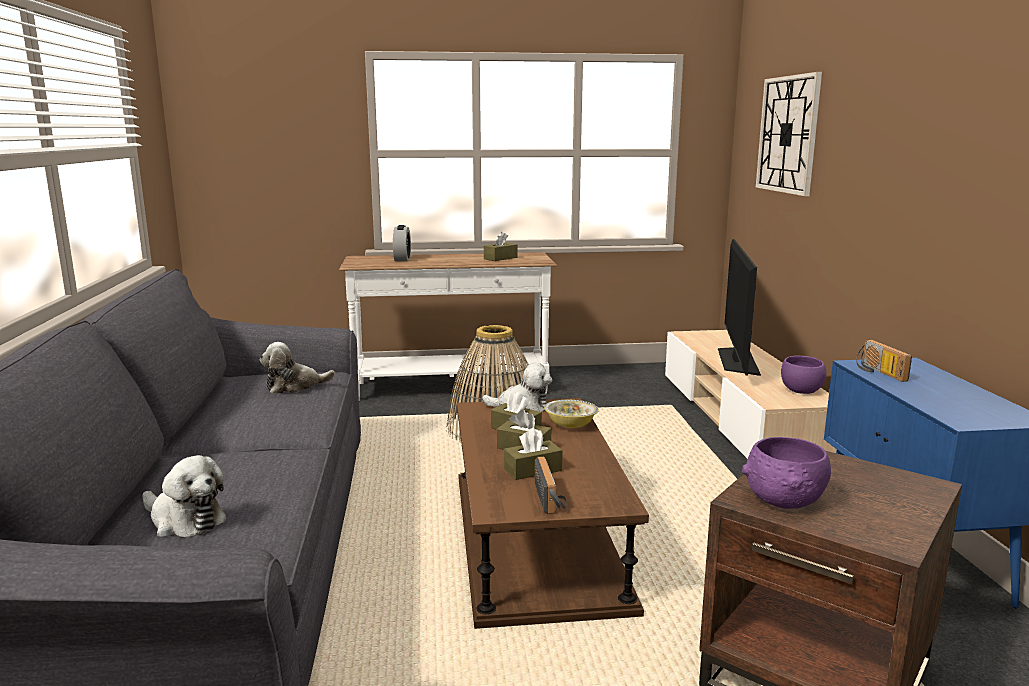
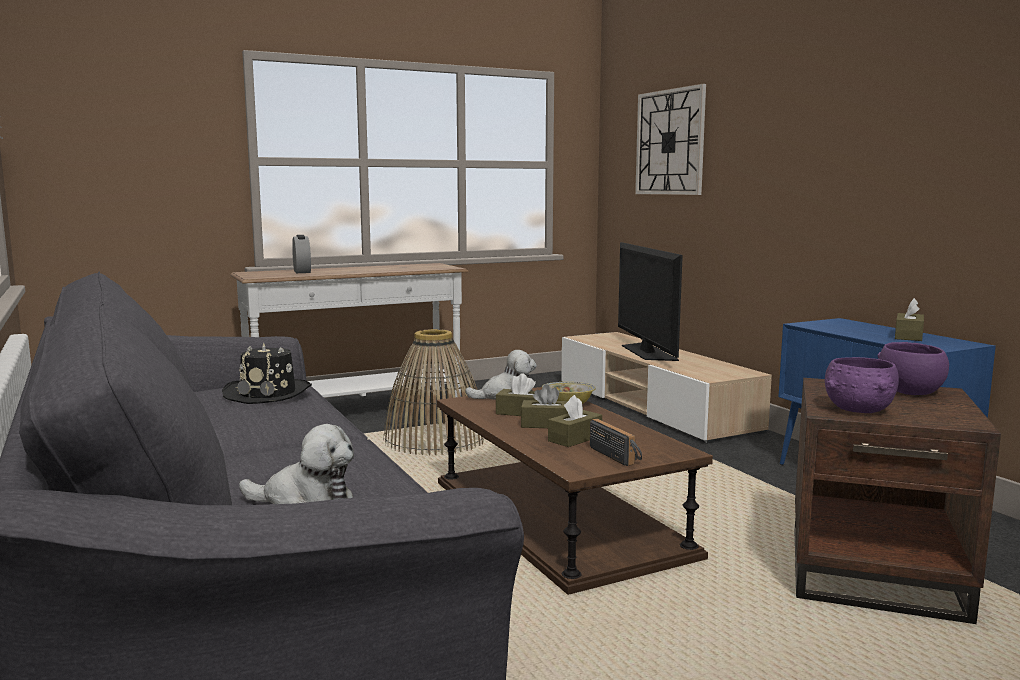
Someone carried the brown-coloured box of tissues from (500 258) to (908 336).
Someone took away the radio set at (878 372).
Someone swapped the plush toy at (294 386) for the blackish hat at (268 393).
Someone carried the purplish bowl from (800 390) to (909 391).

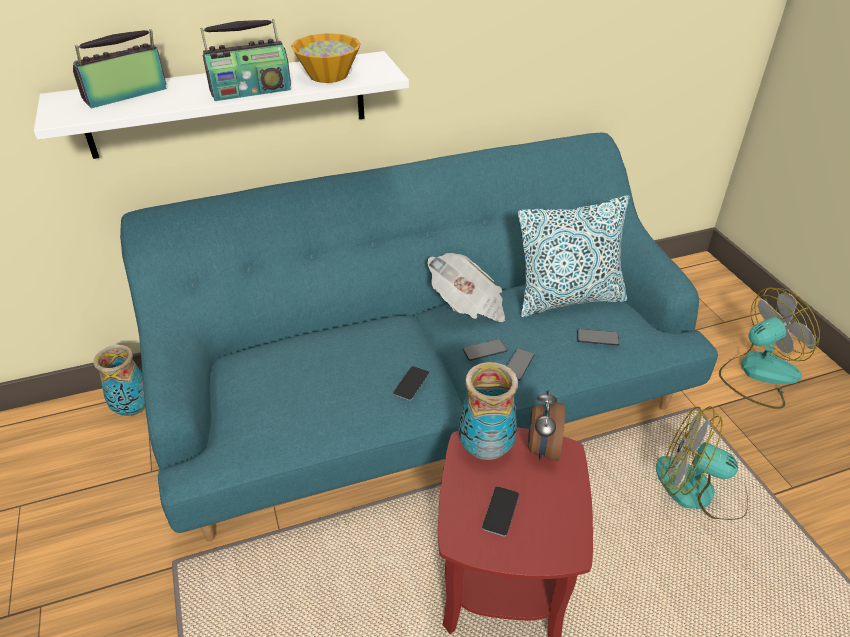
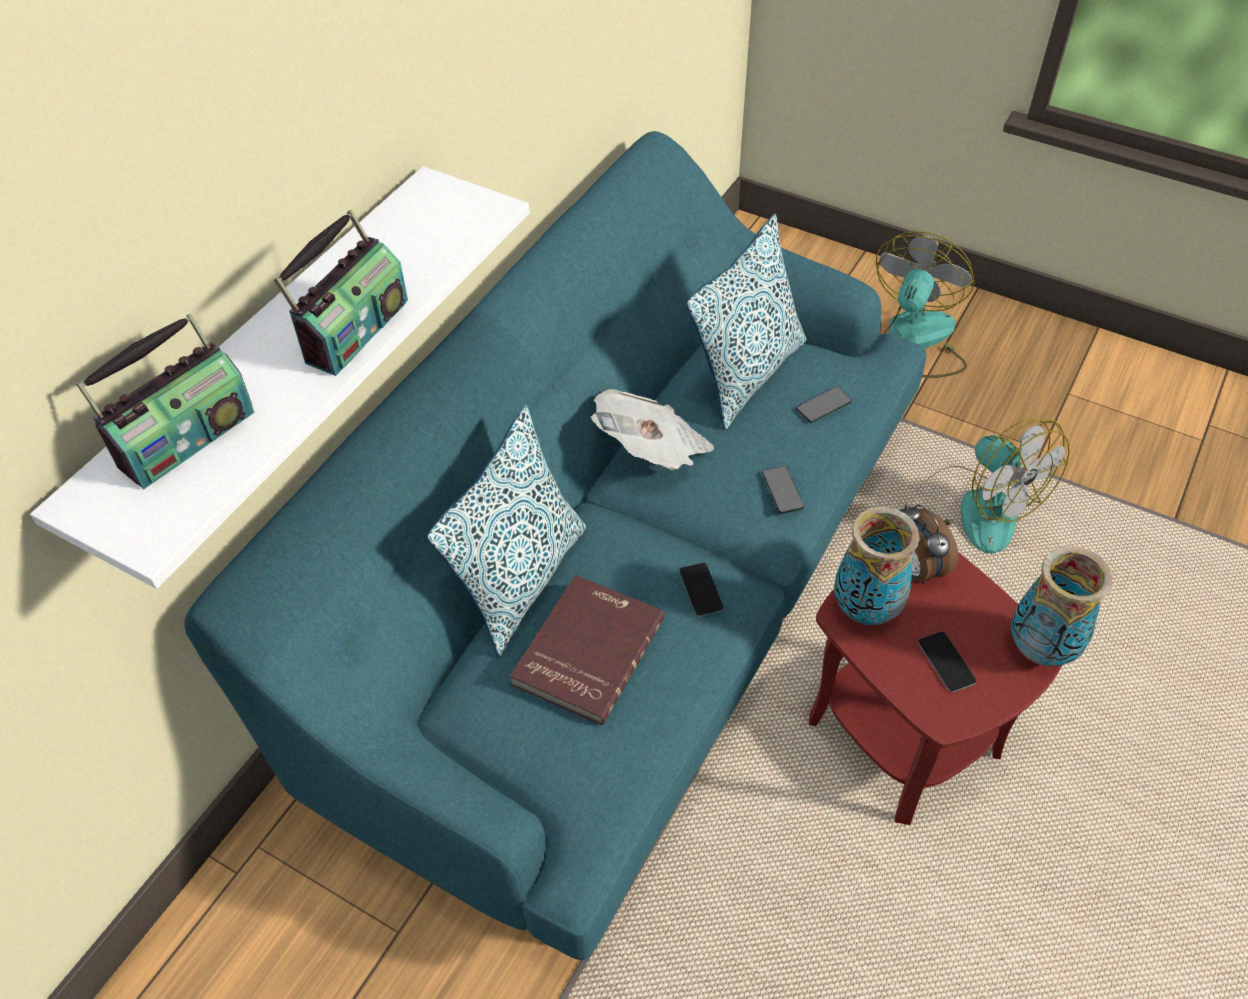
Someone rotated the radio set at (126 95) by 150 degrees counterclockwise.
Someone took away the bowl at (329 75).
Someone took away the telephone at (484 350).
Someone carried the decorative vase from (133 409) to (1041 650).
Someone rotated the fan at (699 490) by 105 degrees counterclockwise.
Someone put down the throw pillow at (521 580).
Someone put down the red volume at (586 650).

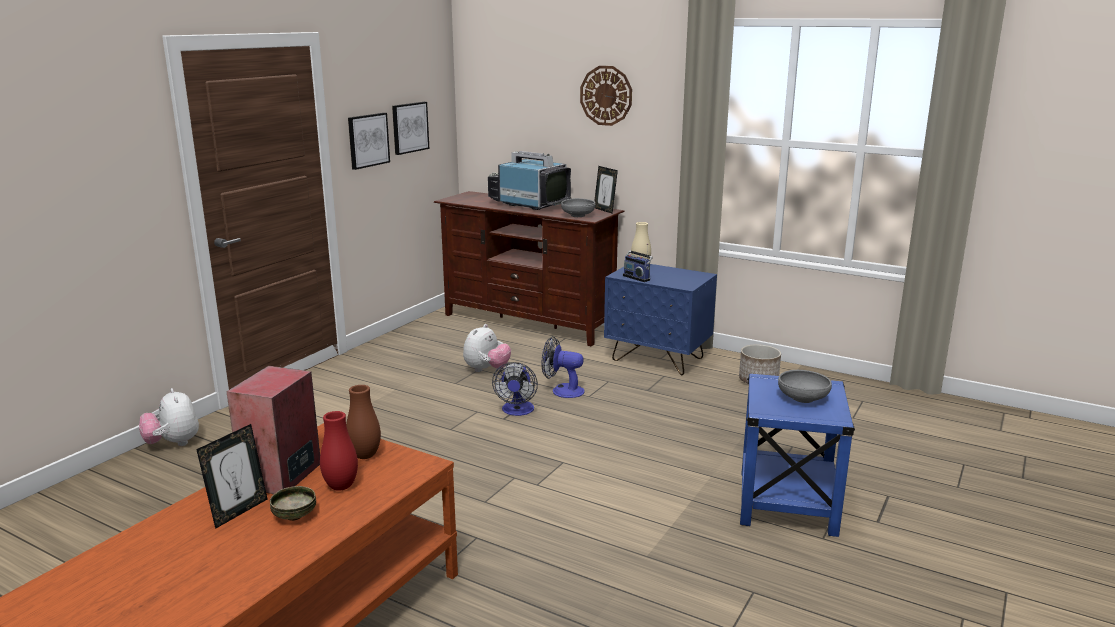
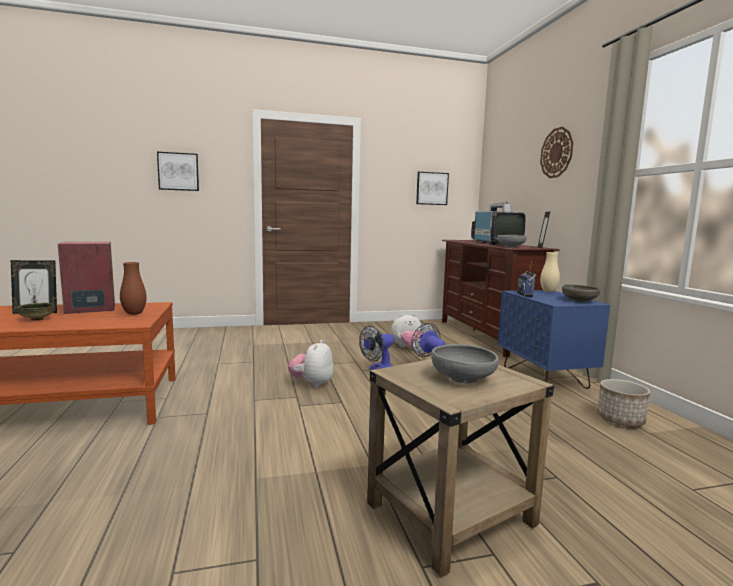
Someone carried the wall picture from (368 140) to (178 171).
Someone repainted the bluish end table at (786 502), which became the beige end table at (451 514).
Someone carried the plush toy from (173 443) to (312 384).
Someone took away the red decorative vase at (341 486).
Someone put down the greyish bowl at (579 301).

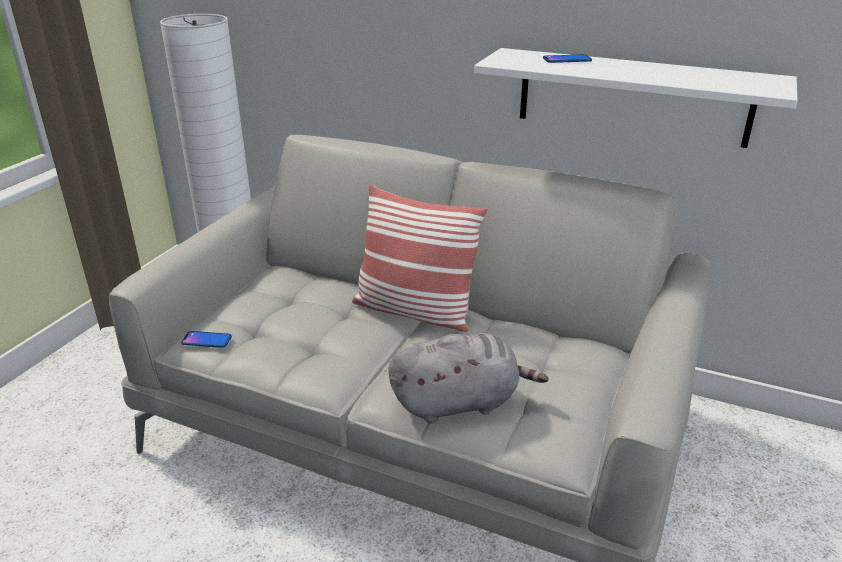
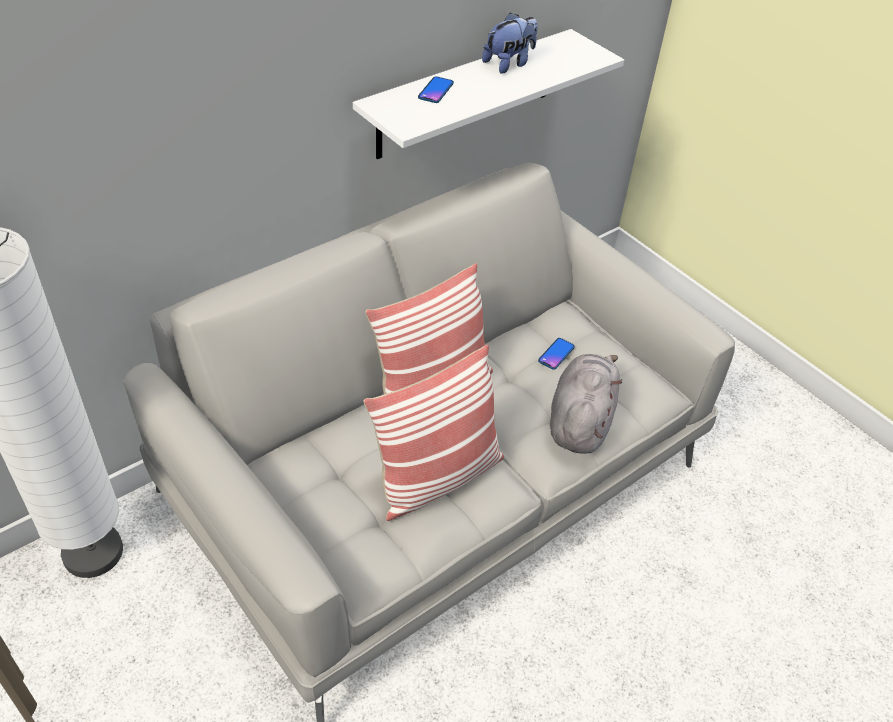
Someone carried the telephone from (206 340) to (556 354).
Someone put down the plush toy at (509 64).
Someone put down the throw pillow at (437 477).

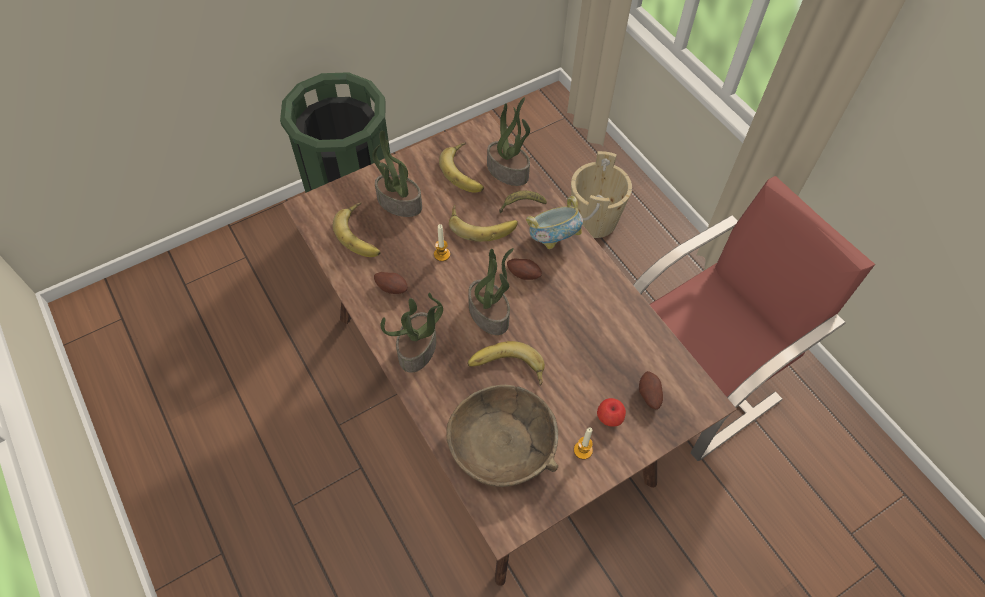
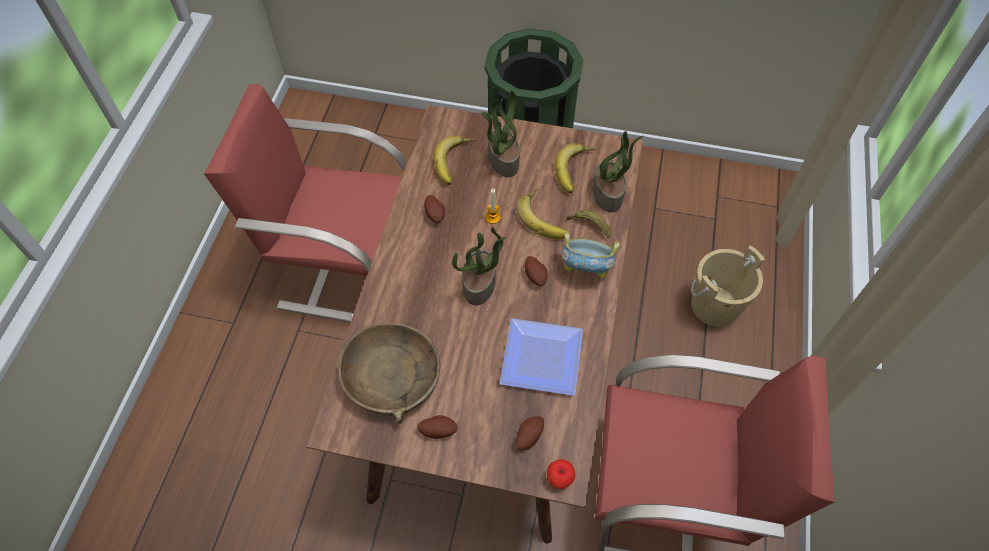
Someone took away the potted plant at (418 349).
Someone took away the banana at (506 369).
Someone carried the apple fruit from (609 418) to (559 478).
Someone swapped the wax light at (583 450) for the potato at (438 430).
Someone put down the red plain chair at (343 264).
Someone put down the dinner plate at (544 356).

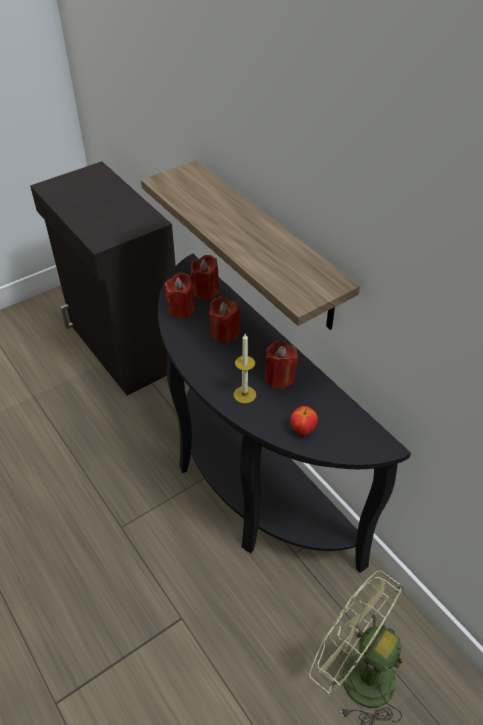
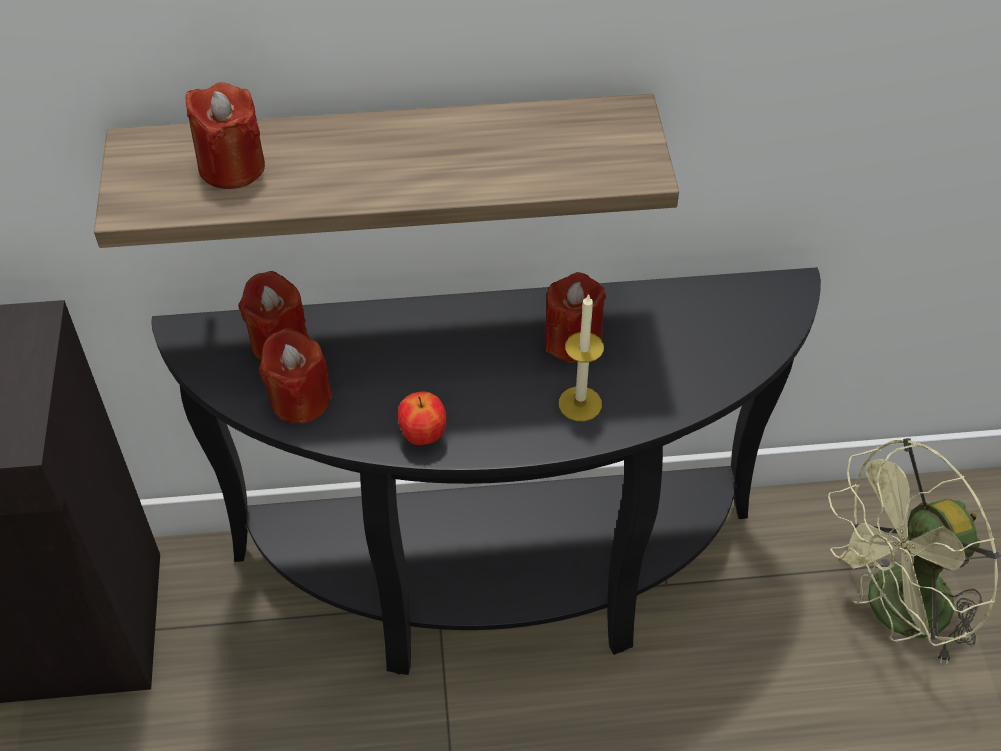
Someone carried the red wax light from (224 333) to (232 166).
Someone carried the apple fruit from (302 430) to (423 436).

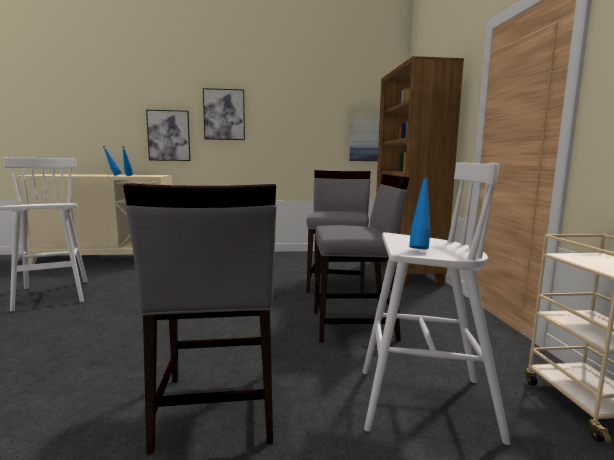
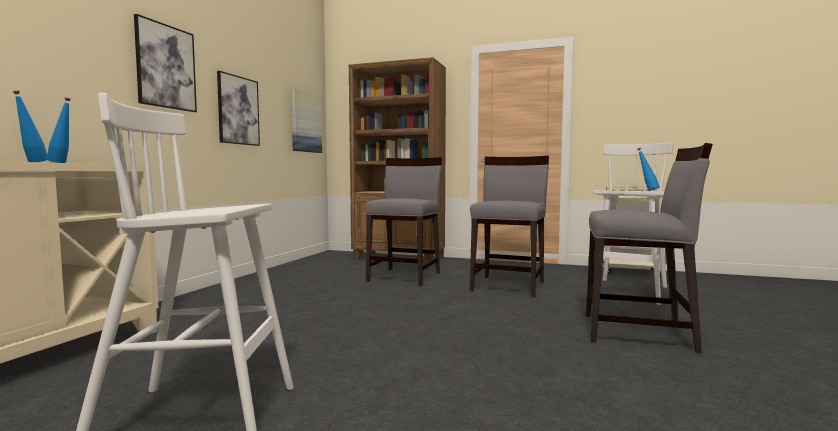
Someone carried the wall picture from (169 135) to (238 110).
Someone rotated the greyish plain chair at (337 285) by 75 degrees clockwise.

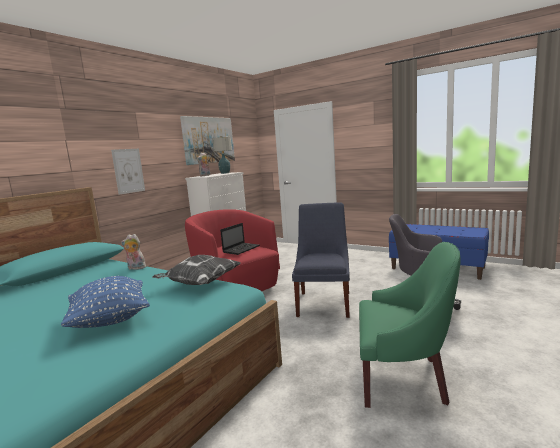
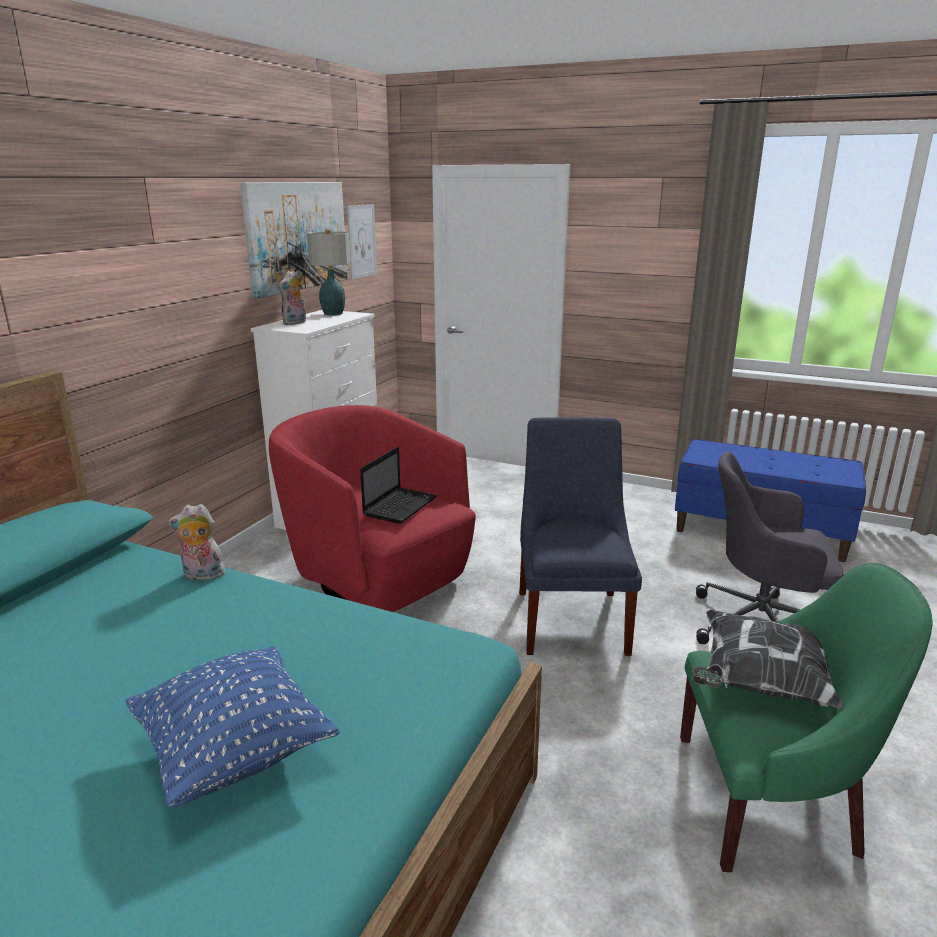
Someone carried the wall picture from (128 171) to (361 241).
Someone carried the throw pillow from (199 284) to (760 682).

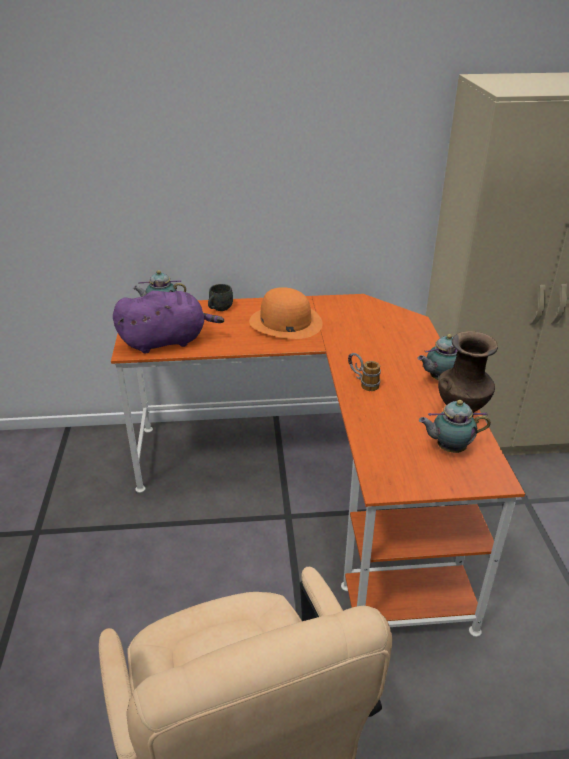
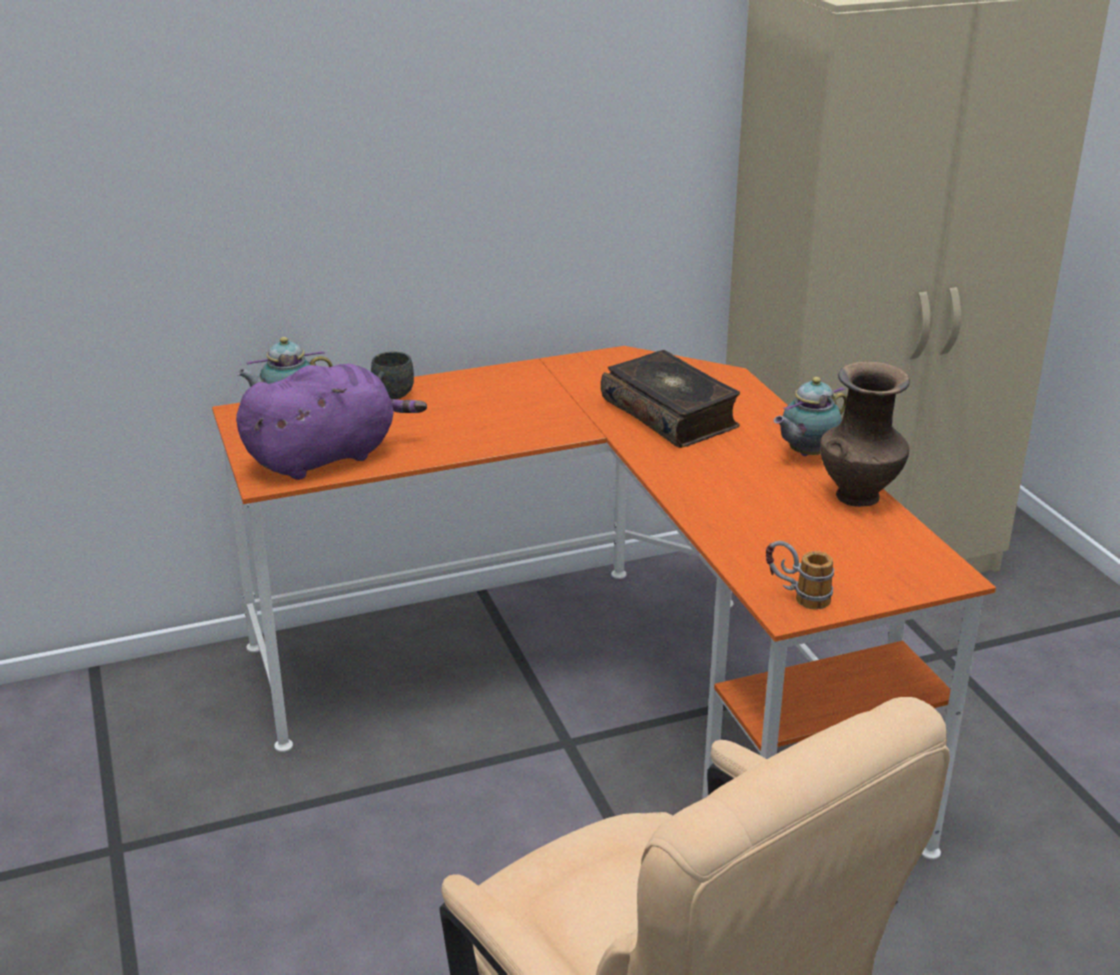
Someone took away the orange-coloured hat at (285 322).
Someone carried the tea mug from (362 383) to (796 596).
Someone took away the tea pot at (448 448).
Someone put down the volume at (671 414).

